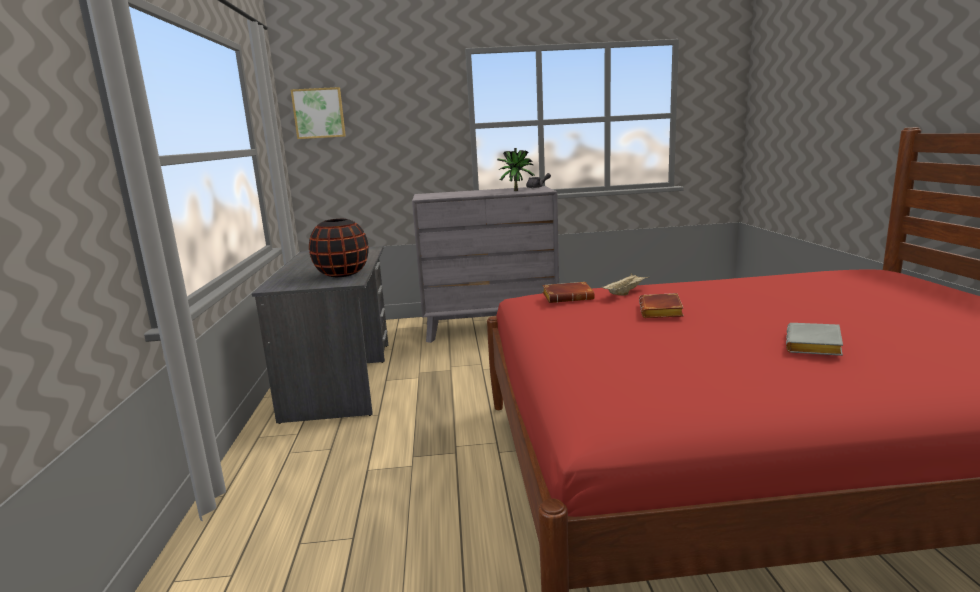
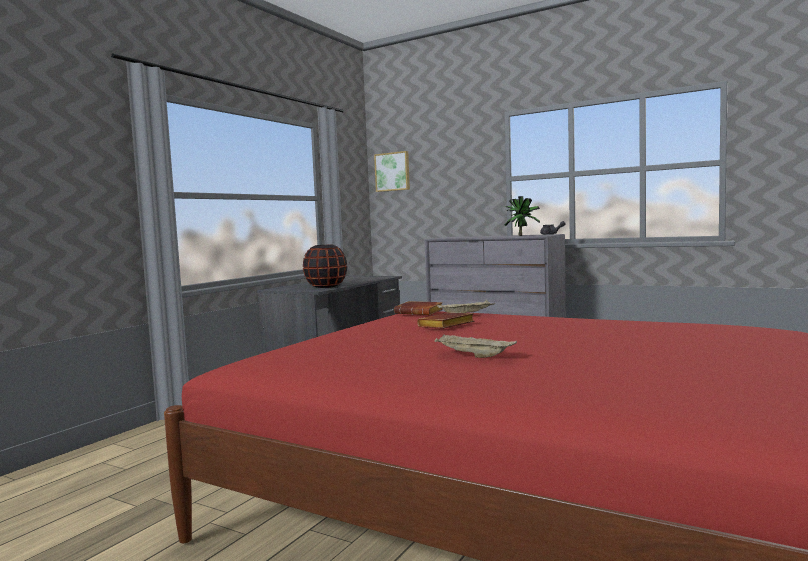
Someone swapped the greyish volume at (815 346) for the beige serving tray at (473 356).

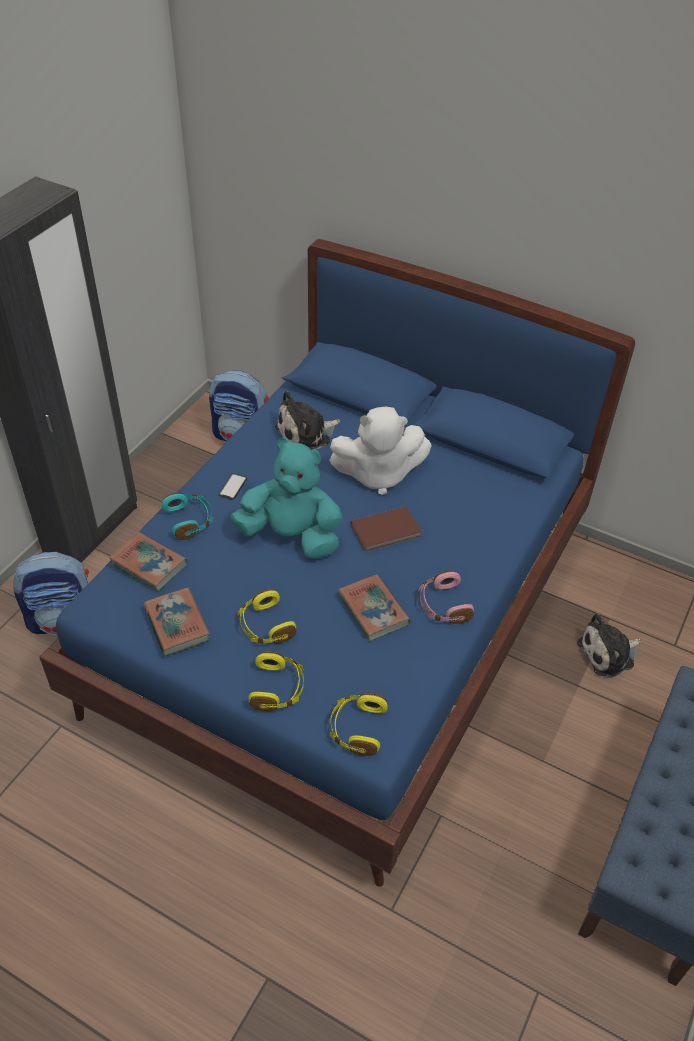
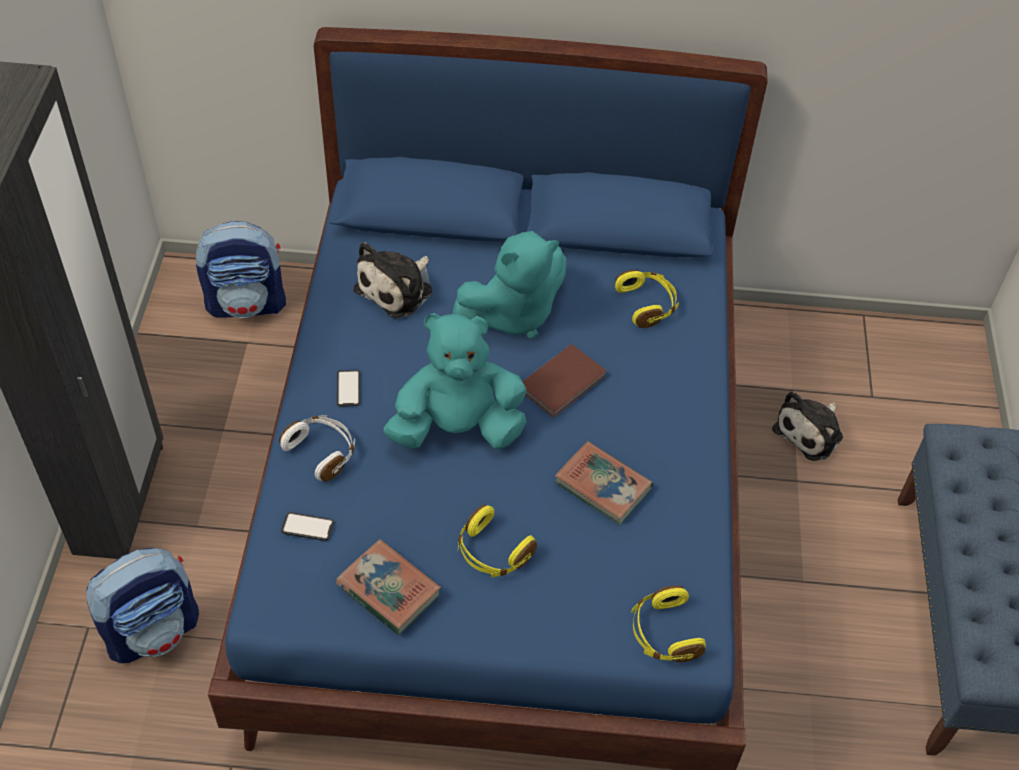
Someone repainted the whitish plush toy at (378 474), which became the turquoise plush toy at (513 313).
Someone repainted the turquoise pair of headphones at (190 521), which became the whitish pair of headphones at (322 452).
Someone swapped the volume at (149 564) for the telephone at (307 527).
Someone took away the pink-coloured pair of headphones at (443 605).
Someone carried the yellow pair of headphones from (278 688) to (647 304).

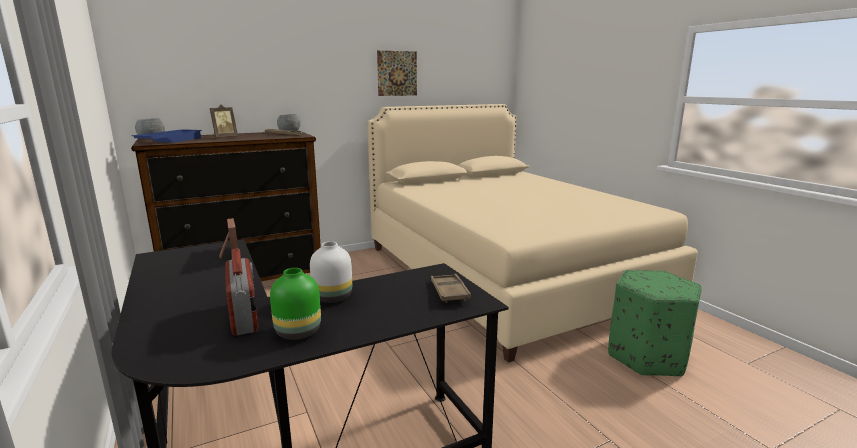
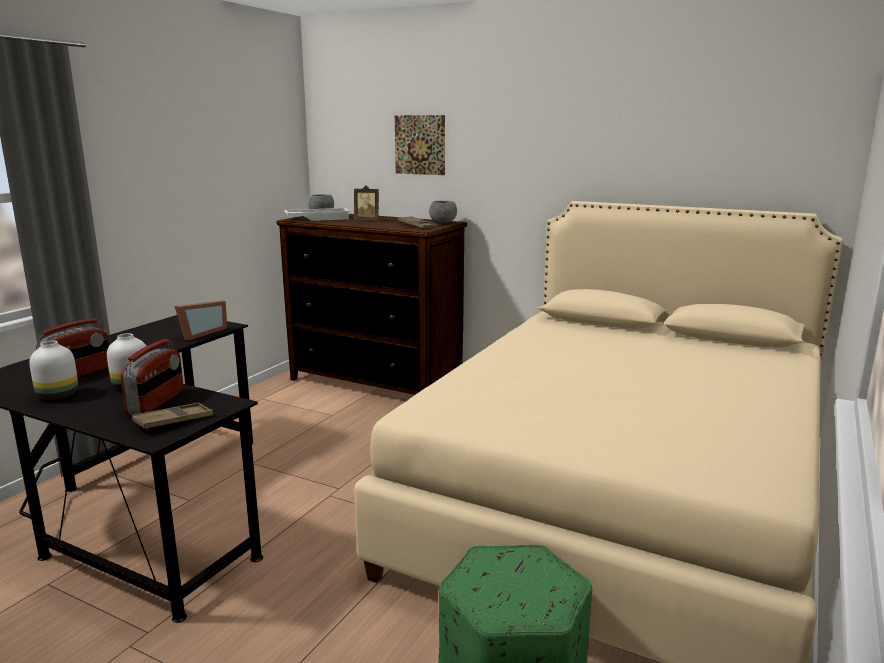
Someone carried the wall picture from (397 73) to (419 145).
Someone repainted the bluish serving tray at (169 141), which became the whitish serving tray at (317 218).
Someone repainted the green decorative vase at (299 331), which became the whitish decorative vase at (59 395).
Someone put down the radio set at (157 402).

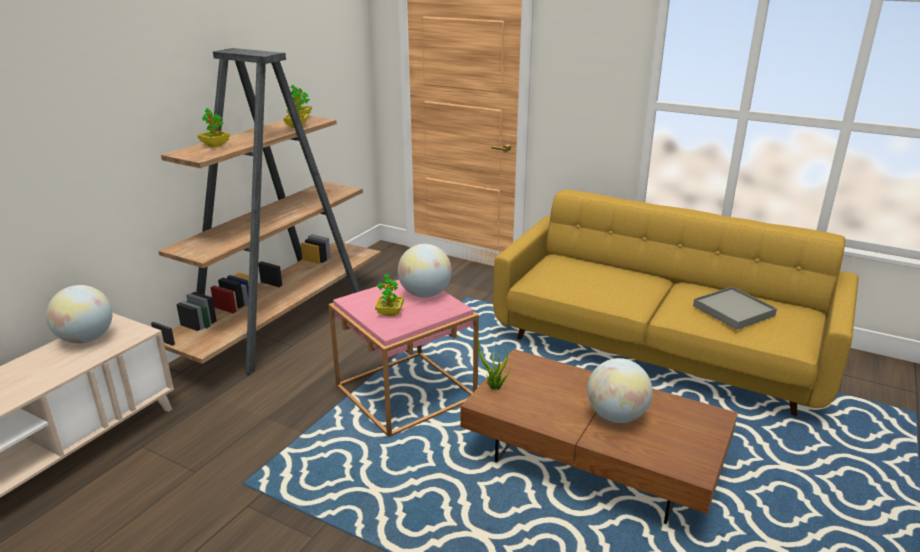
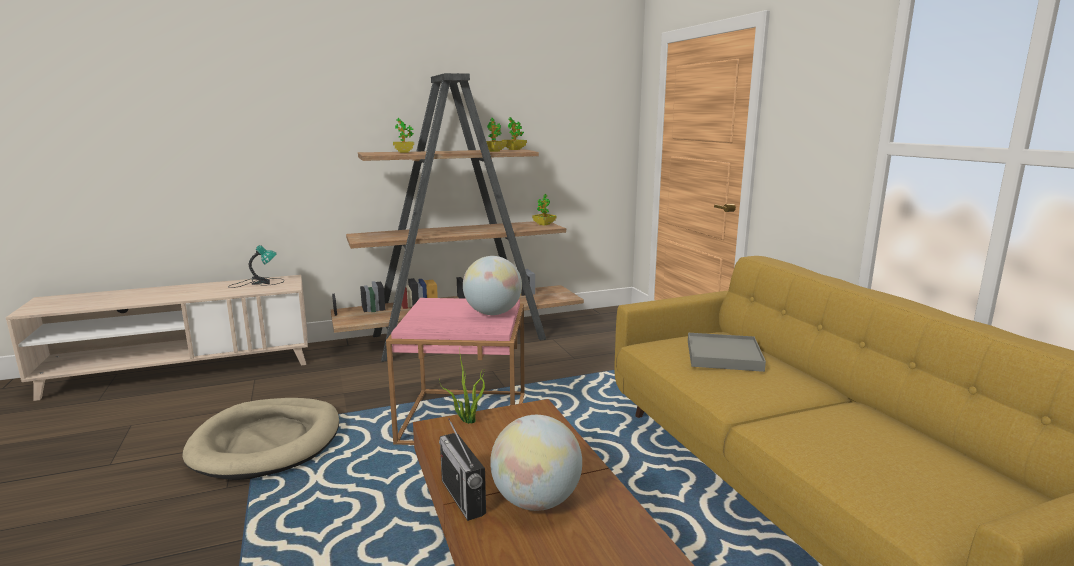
Someone carried the potted plant from (390 313) to (544 224).
Someone swapped the desk globe at (86 339) for the tabletop lamp at (259 283).
Someone carried the greyish serving tray from (733 311) to (723 356).
Someone put down the beige pet bed at (267 442).
Someone put down the radio set at (463 497).

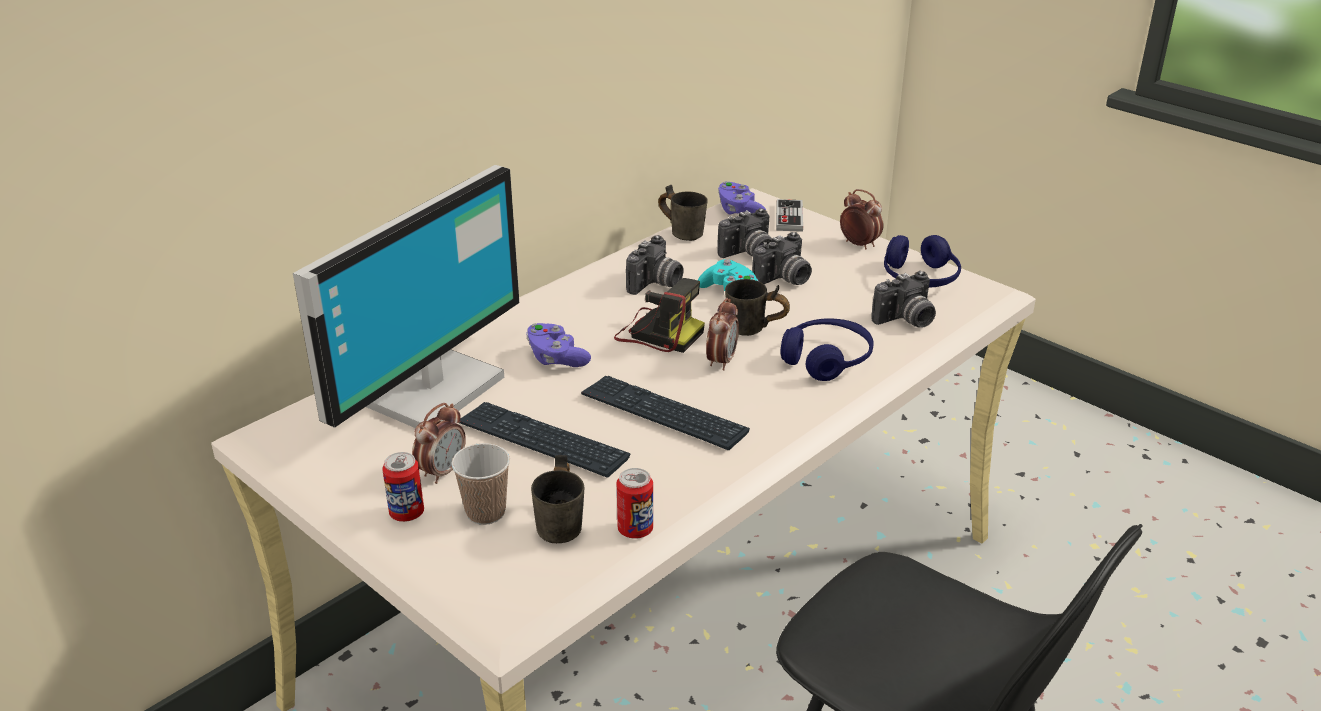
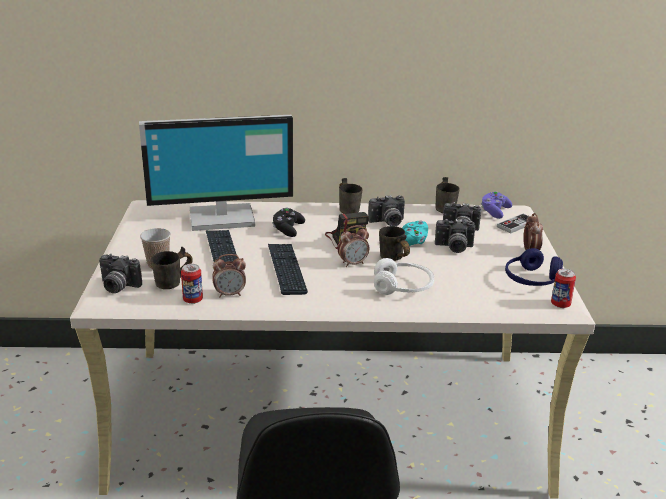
Someone carried the still camera from (906 320) to (118 287).
Someone repainted the bluish pair of headphones at (826 360), which became the whitish pair of headphones at (403 287).
Someone repainted the purplish joypad at (556 358), which became the blackish joypad at (287 229).
Someone carried the alarm clock from (442 471) to (230 294).
Someone carried the sealed can from (407 513) to (560 304).
Someone put down the greyish tea mug at (350 209).

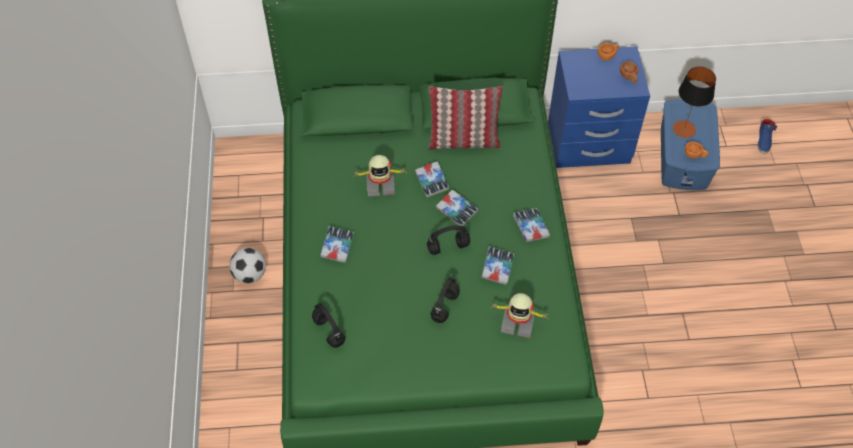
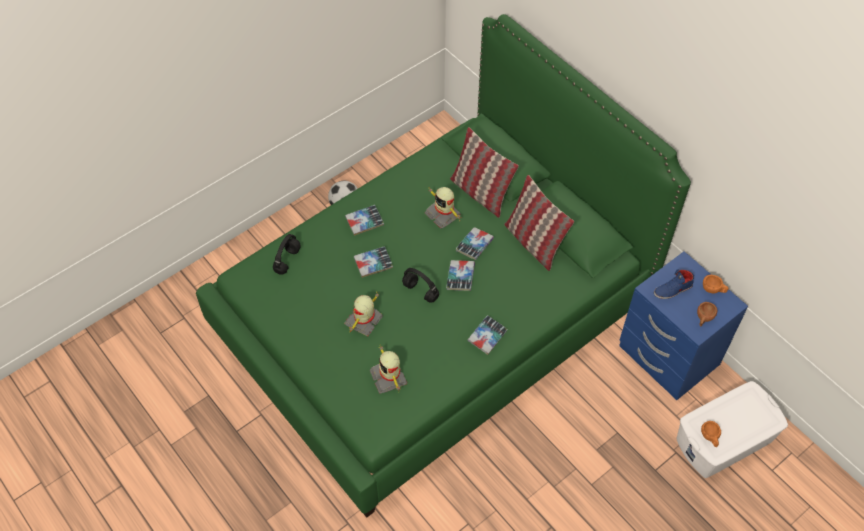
Someone took away the tabletop lamp at (684 129).
Someone repainted the bluish storage box at (684 157), which became the whitish storage box at (724 440).
Someone carried the bluish low shoe from (764 140) to (673 290).
Someone carried the volume from (497 267) to (373 264).
Someone swapped the blackish pair of headphones at (445 307) for the toy robot at (364 321).
Someone put down the throw pillow at (480 193).

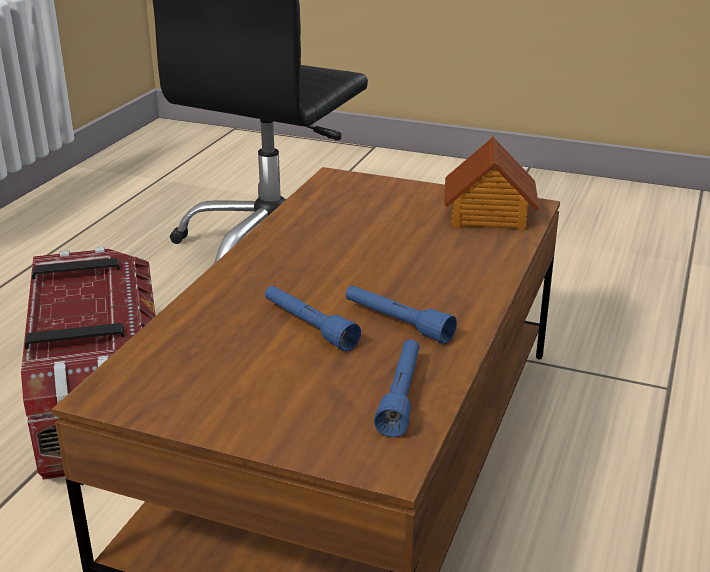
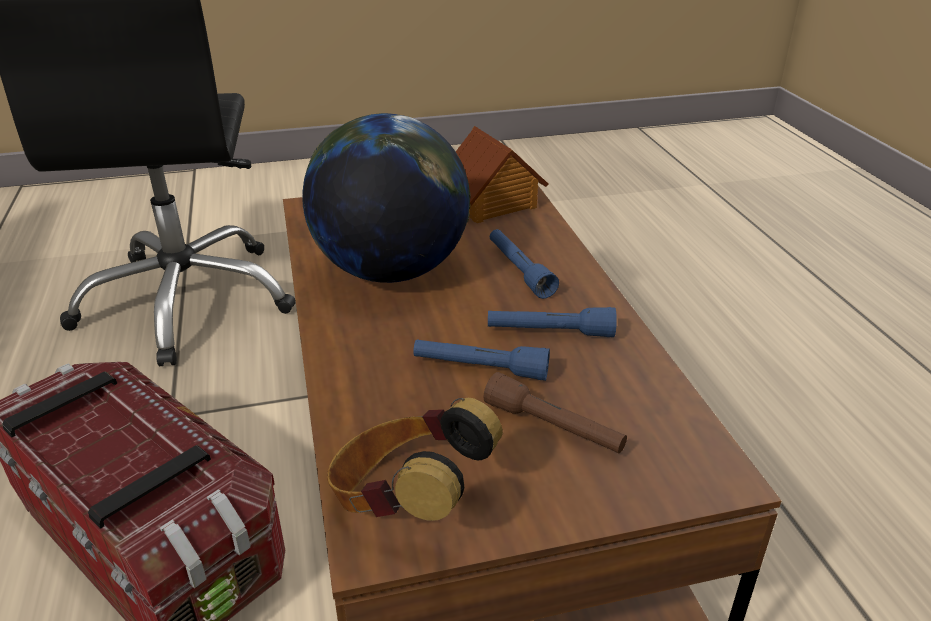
Someone carried the bluish torch from (401 396) to (519 271).
Someone put down the desk globe at (391 271).
Someone put down the brown-coloured torch at (553 428).
Someone put down the pair of headphones at (407 501).

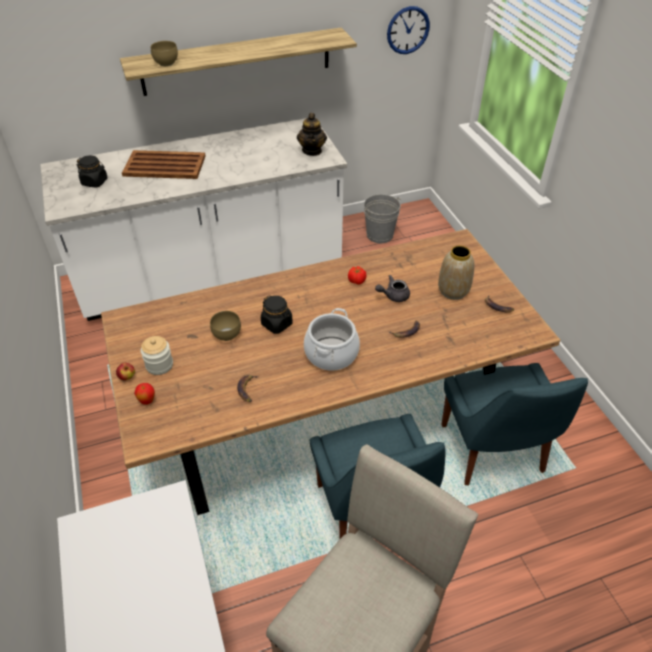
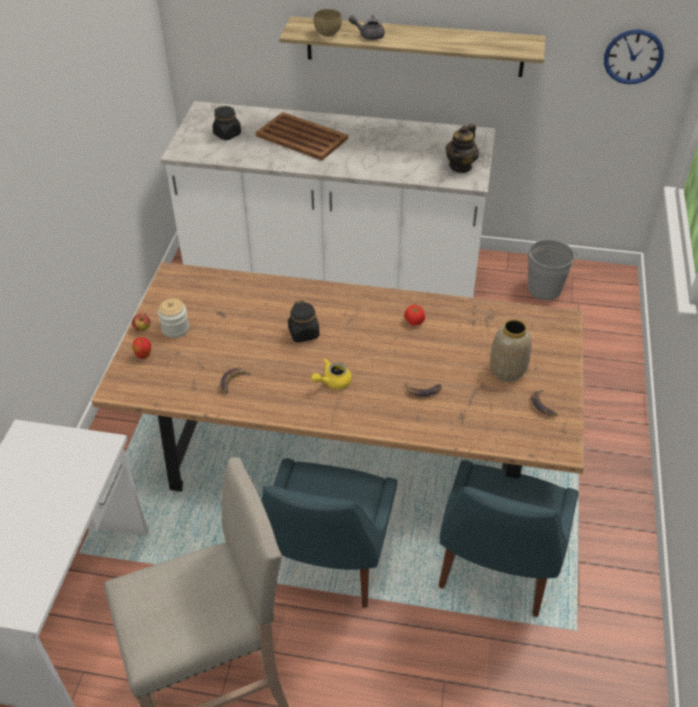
Someone carried the greyish tea pot from (393 295) to (368 35).
Someone swapped the saucepot at (331 353) for the yellow tea pot at (333 382).
Someone took away the brown-coloured bowl at (226 334).

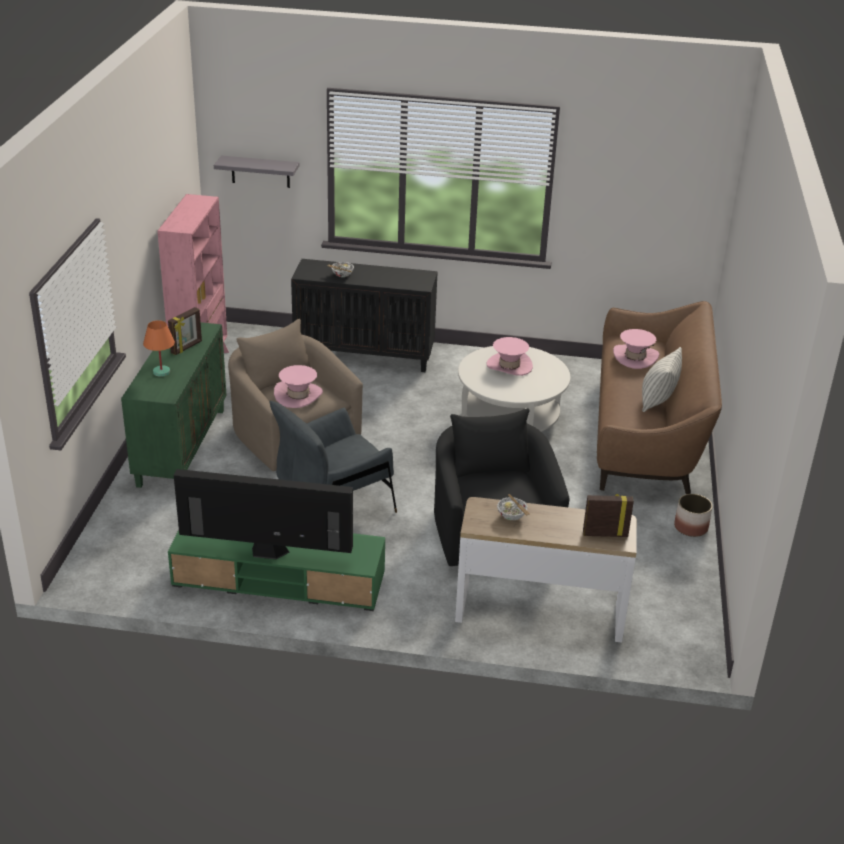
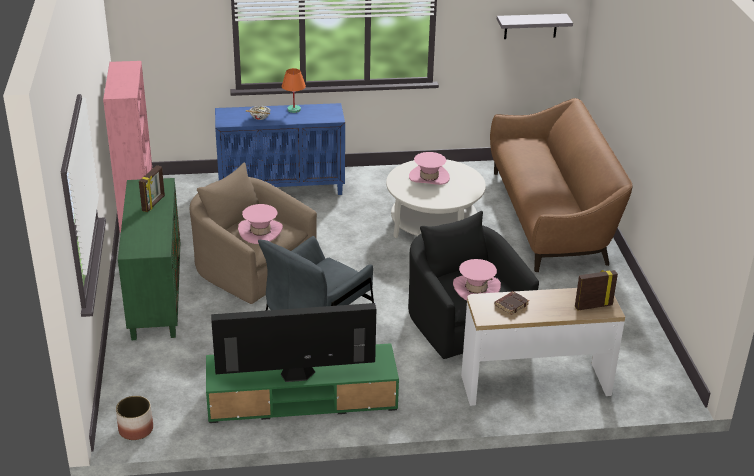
Someone carried the greyish bracket shelf from (260 171) to (530 26).
Someone repainted the blackish storage cabinet at (365 355), which became the bluish storage cabinet at (282 188).
Someone carried the orange-coloured tabletop lamp from (162 372) to (294 109).
Someone carried the pink-coloured hat from (635 357) to (476 289).
Someone took away the throw pillow at (657 400).
Someone swapped the bowl at (511 516) for the brown-coloured volume at (511 304).
Someone carried the planter from (691 527) to (136 429).

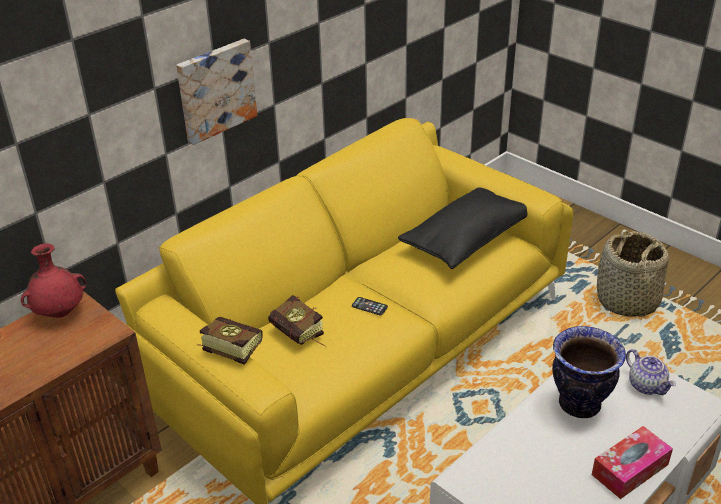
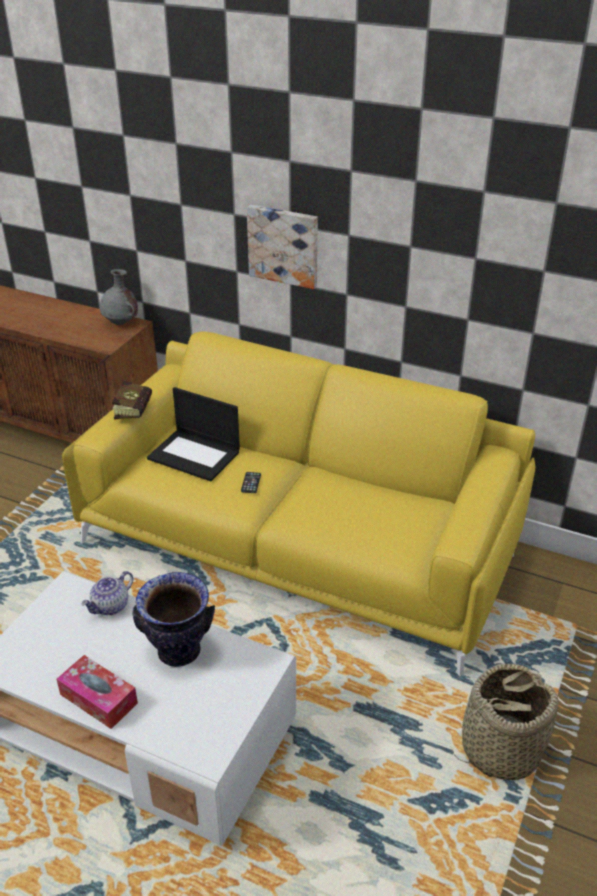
Someone took away the blackish throw pillow at (466 240).
Someone repainted the red decorative vase at (61 313), which became the greyish decorative vase at (121 323).
Someone swapped the volume at (301 336) for the portable computer at (195 455).
Someone carried the tea pot from (647 386) to (110 606).

